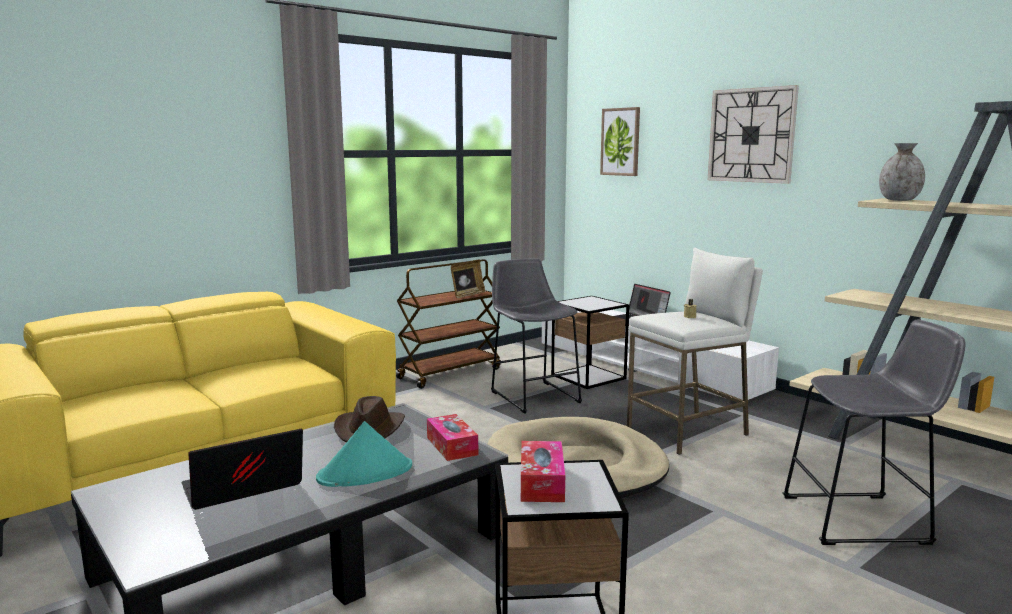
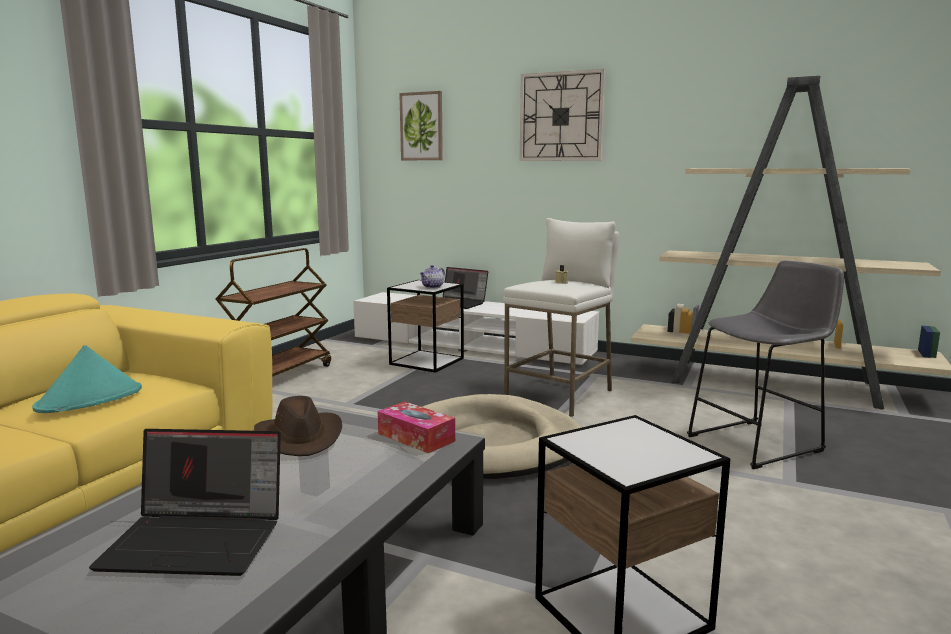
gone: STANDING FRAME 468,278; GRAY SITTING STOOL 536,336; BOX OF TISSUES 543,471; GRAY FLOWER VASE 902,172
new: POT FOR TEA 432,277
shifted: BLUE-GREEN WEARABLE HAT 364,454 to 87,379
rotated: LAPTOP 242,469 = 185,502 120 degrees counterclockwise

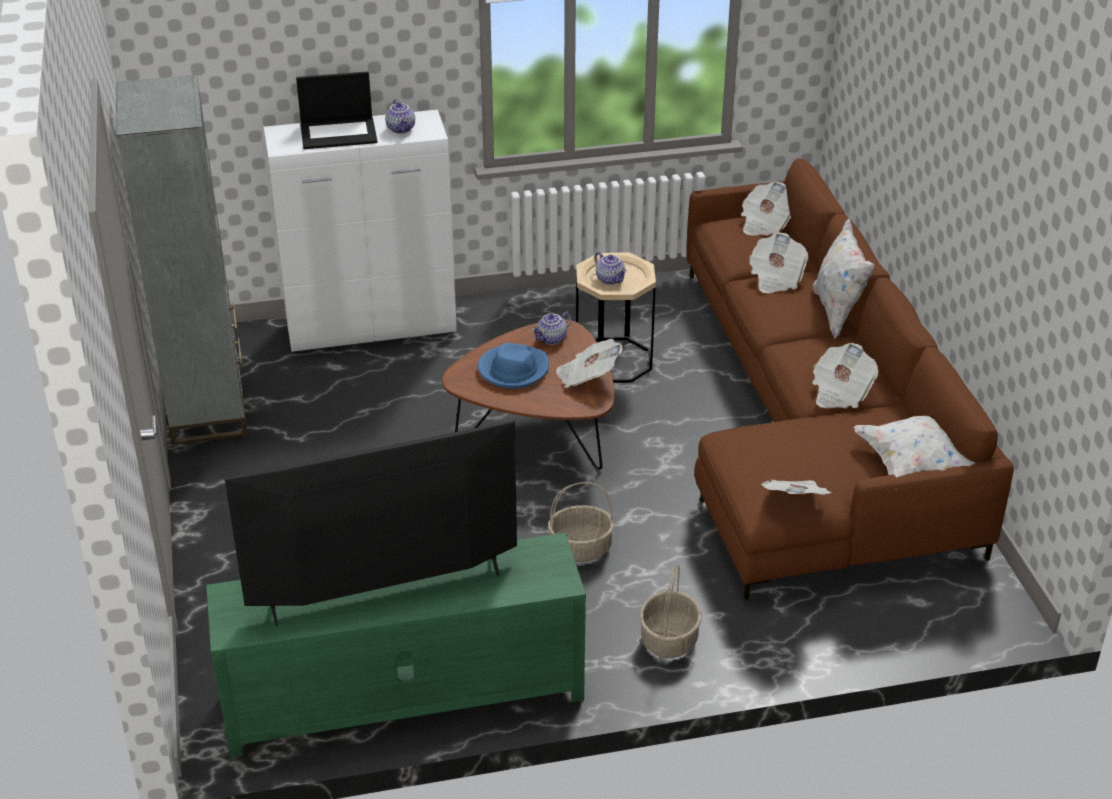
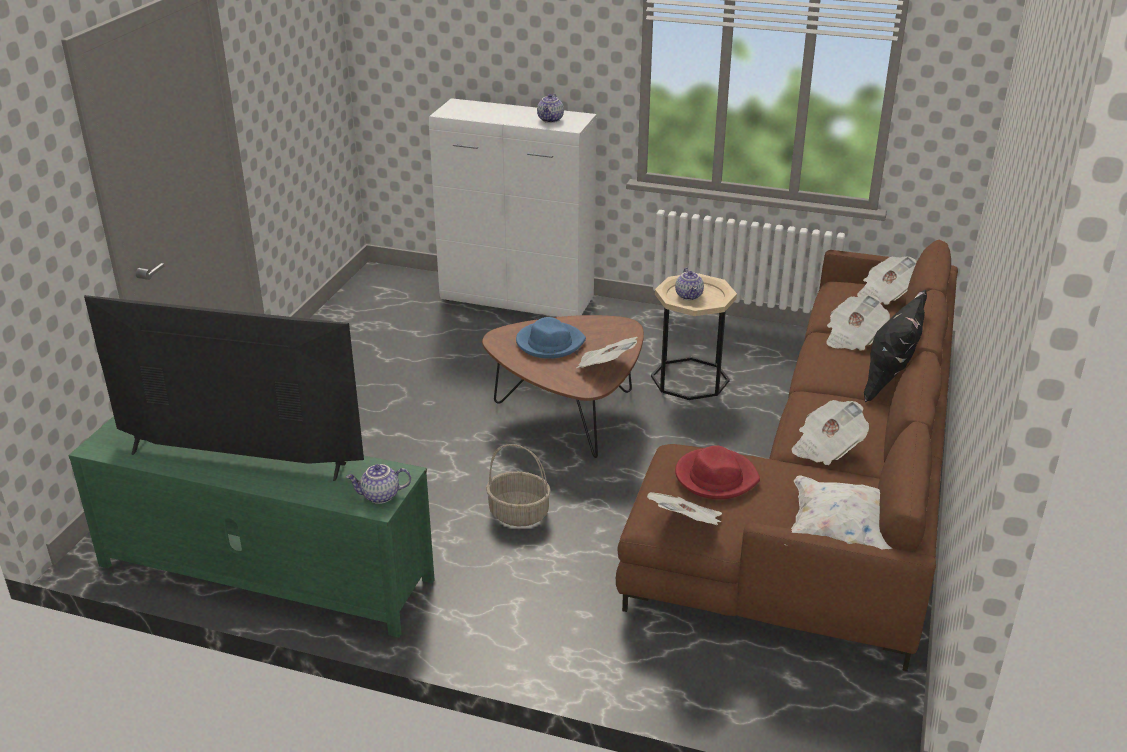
gone: GRAY BOOKSHELF 181,260; LAPTOP 336,110; HOUSEHOLD BASKET 671,611
new: RED WEARABLE HAT 717,473
shifted: POT FOR TEA 552,328 to 378,484
repainted: WHITISH CUSHION 844,278 to BLACK-COLOURED CUSHION 895,346

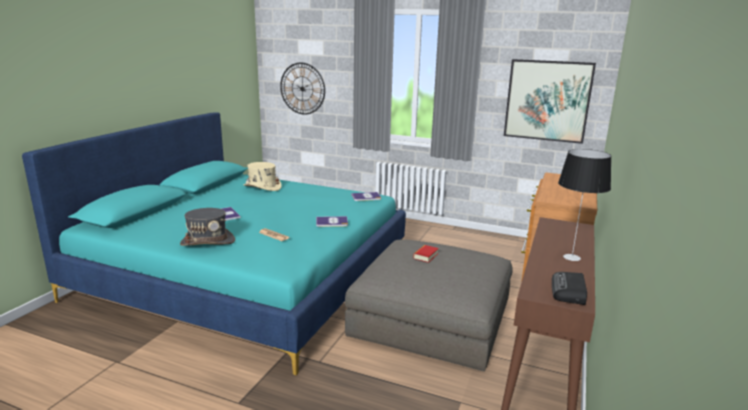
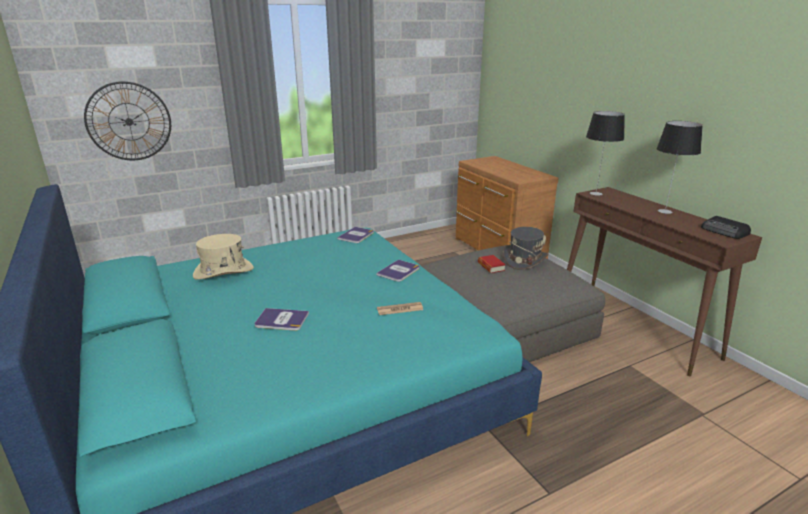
gone: WALL ART 550,101
new: TABLE LAMP 605,153
shifted: GRAY WEARABLE HAT 207,227 to 525,248

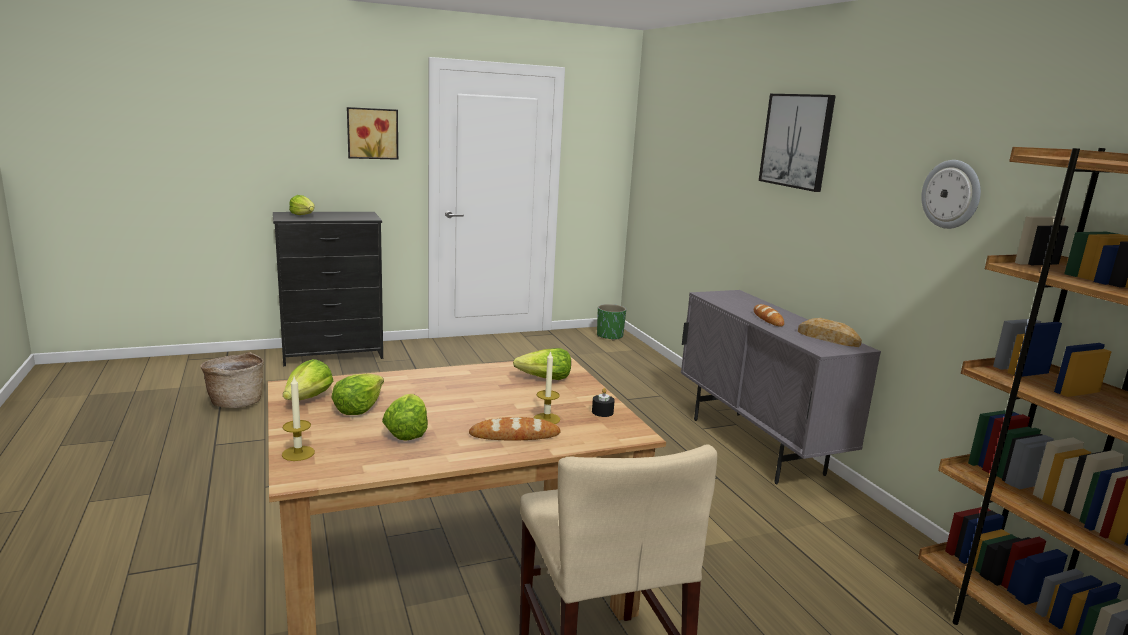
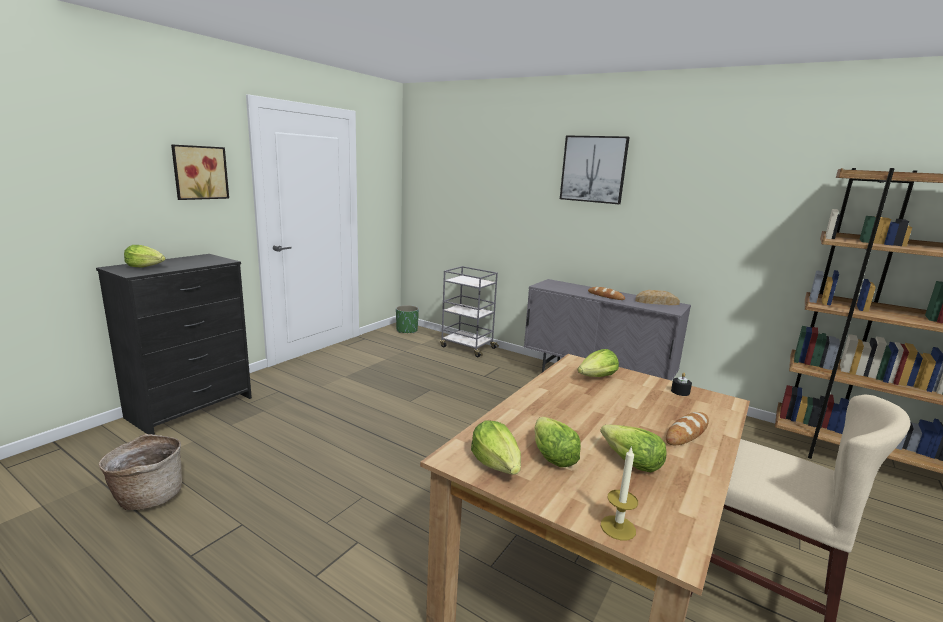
gone: WAX CANDLE 547,387; HANGING CLOCK 951,194
new: GRAY WHEELED CART 469,312

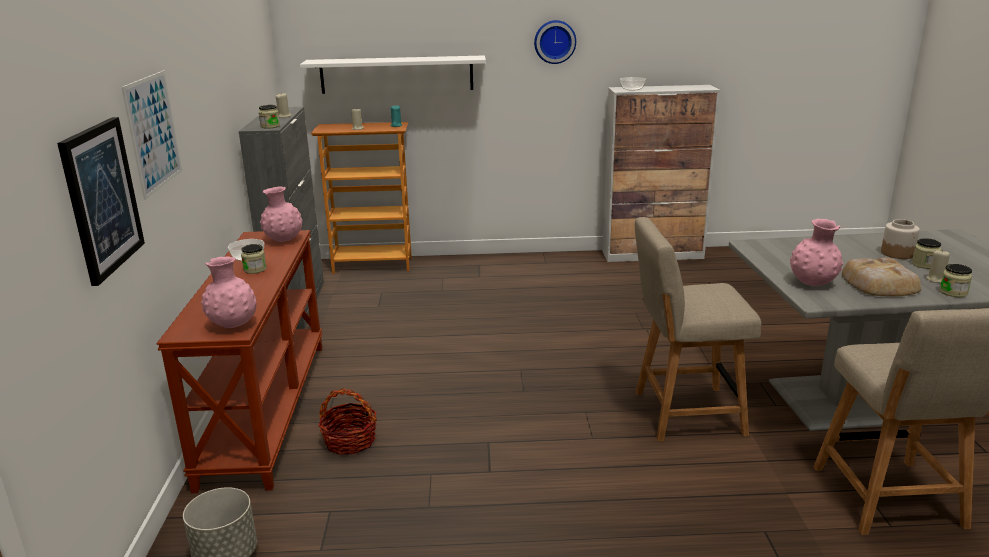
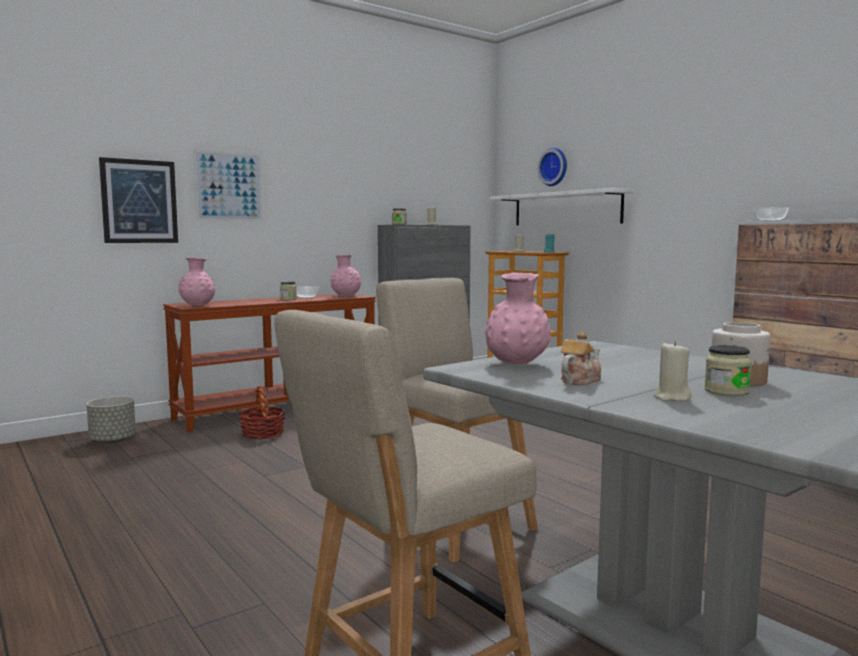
gone: STORAGE JAR 955,280
shifted: HANGING CLOCK 555,42 to 552,166
swapped: BAKERY BREAD 881,277 to POT FOR TEA 581,358

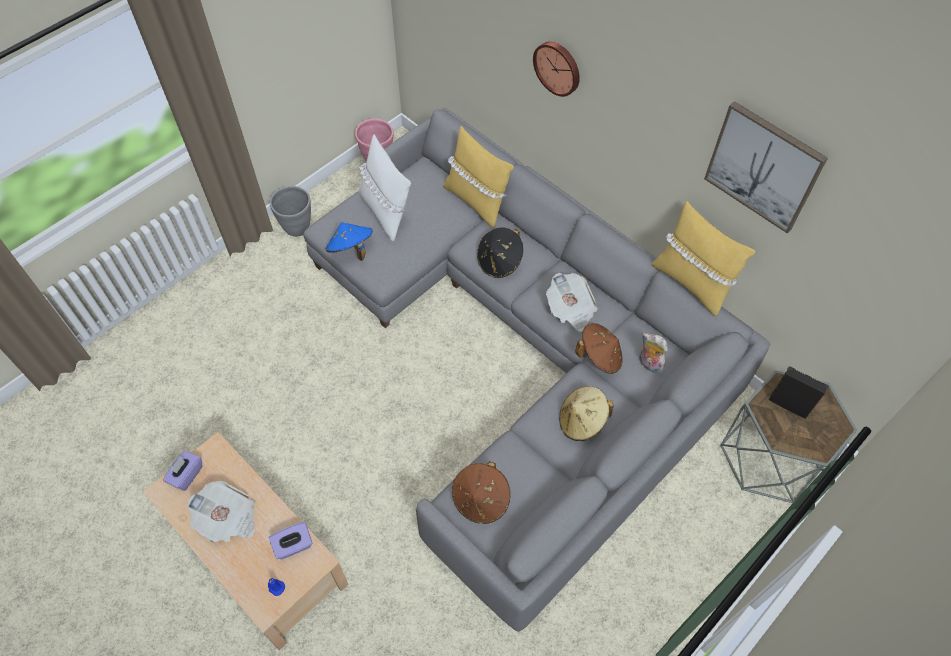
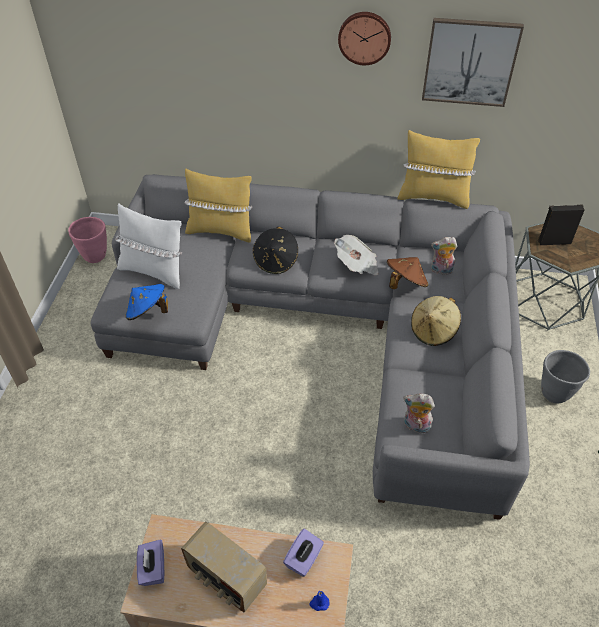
shifted: HANGING CLOCK 556,69 to 364,38; GRAY FLOWER POT 290,211 to 565,376
swapped: DAILY PAPER 221,512 to RADIO RECEIVER 224,567; BROWNISH WEARABLE HAT 481,492 to CUDDLY TOY 419,413

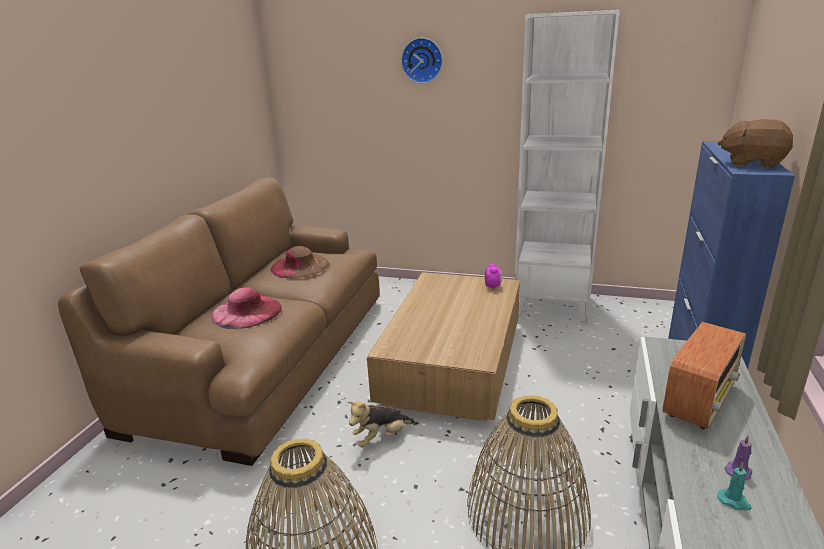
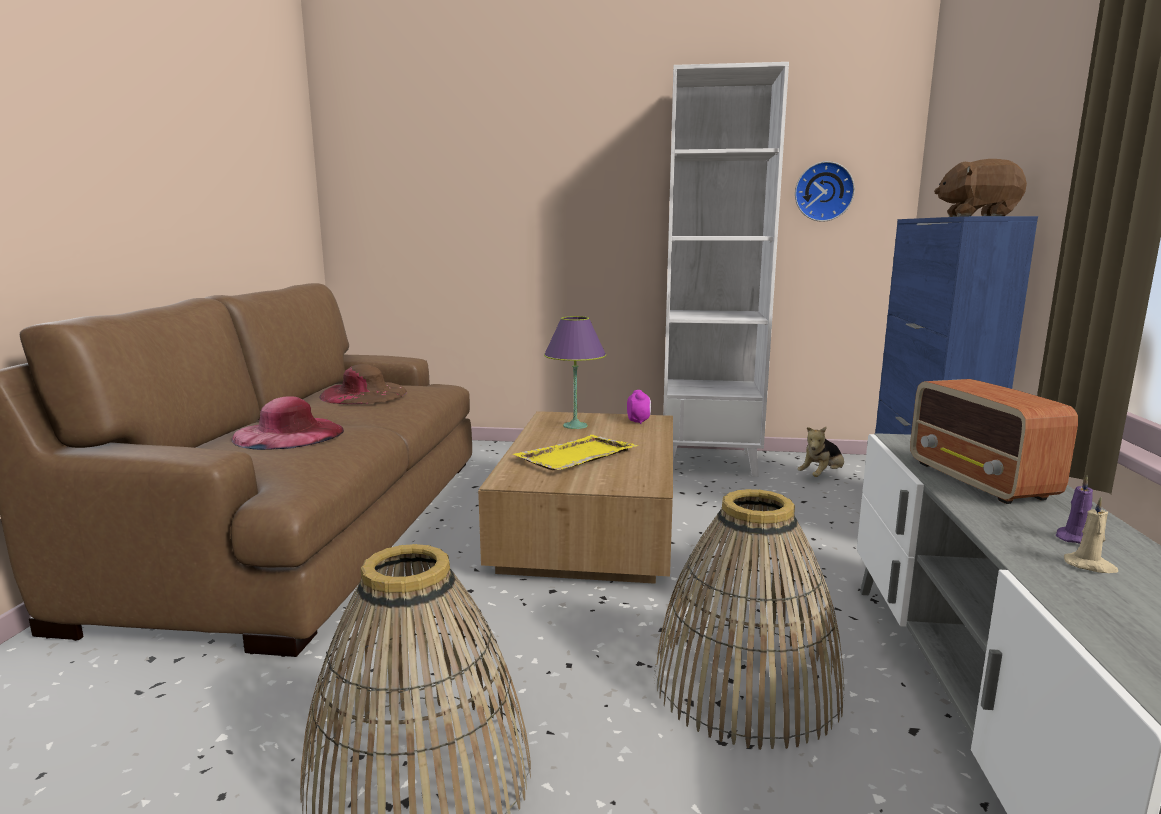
new: YELLOW-COLOURED TRAY 575,452; PURPLISH TABLE LAMP 575,372
shifted: HANGING CLOCK 422,61 to 825,191; CUDDLY TOY 381,424 to 820,451
repainted: BLUE-GREEN WAX CANDLE 734,486 to BEIGE WAX CANDLE 1091,535
rotated: RADIO RECEIVER 704,375 = 994,441 135 degrees clockwise

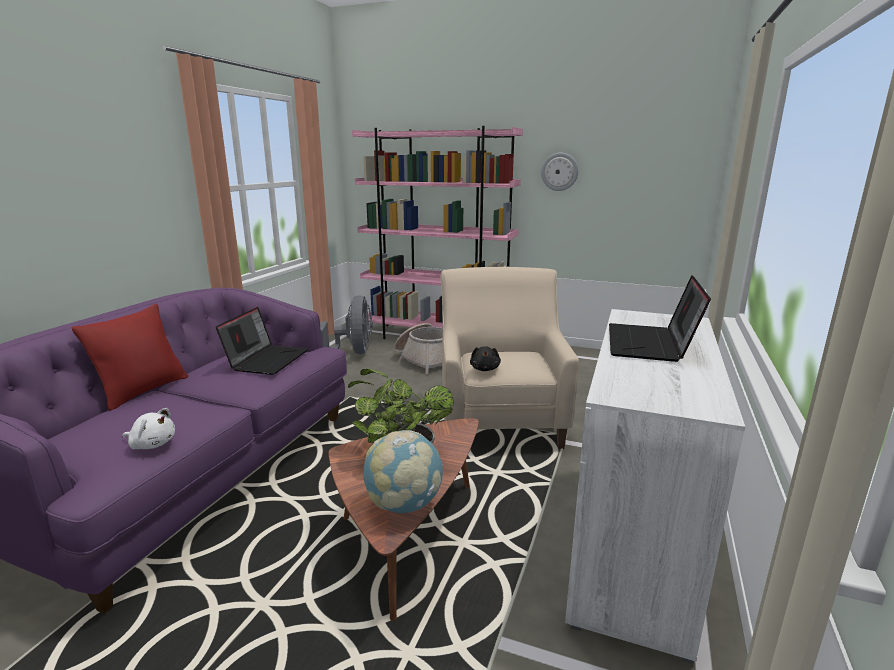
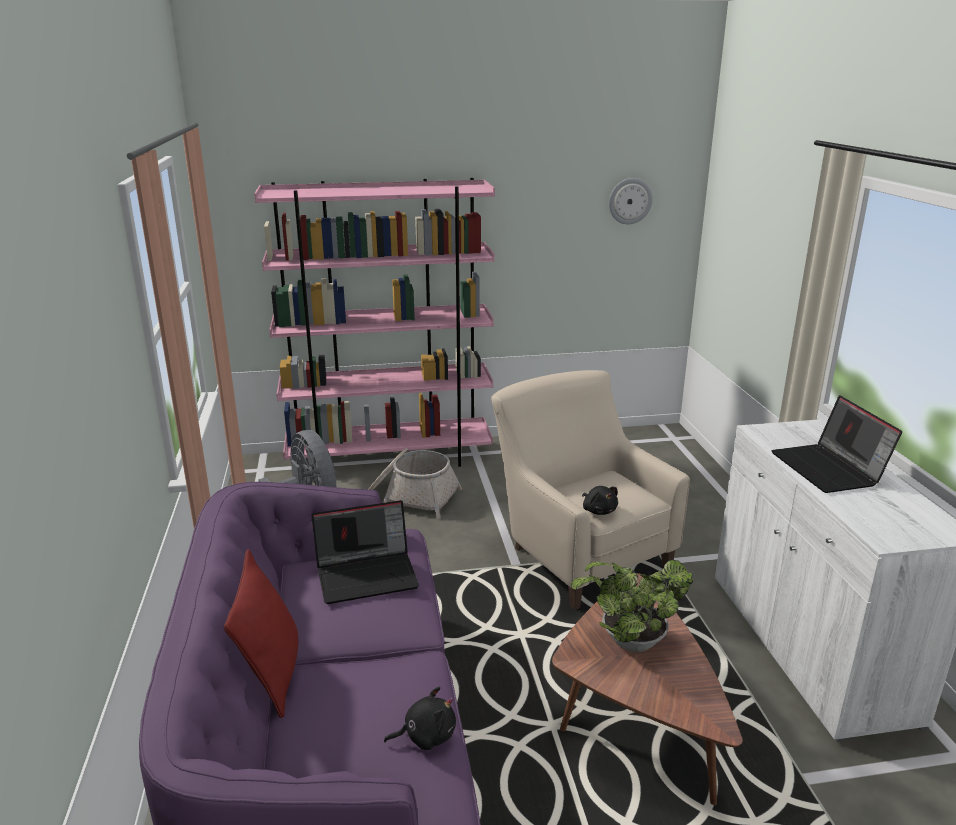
gone: DESK GLOBE 403,471
shifted: HANGING CLOCK 559,172 to 631,201
repainted: WHITISH CUDDLY TOY 148,428 to BLACK-COLOURED CUDDLY TOY 420,718
rotated: LAPTOP 262,341 = 365,552 90 degrees clockwise

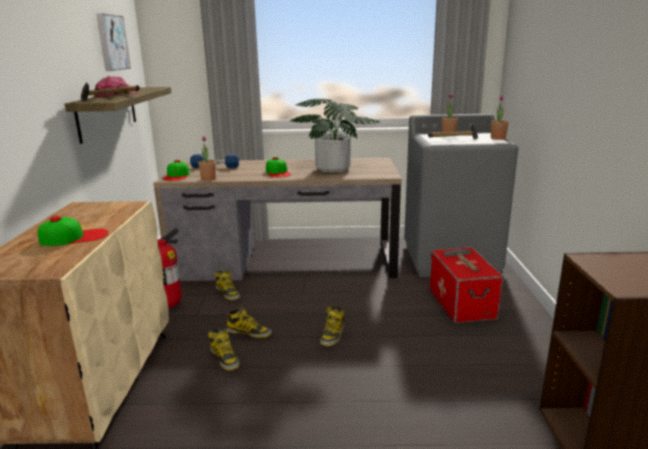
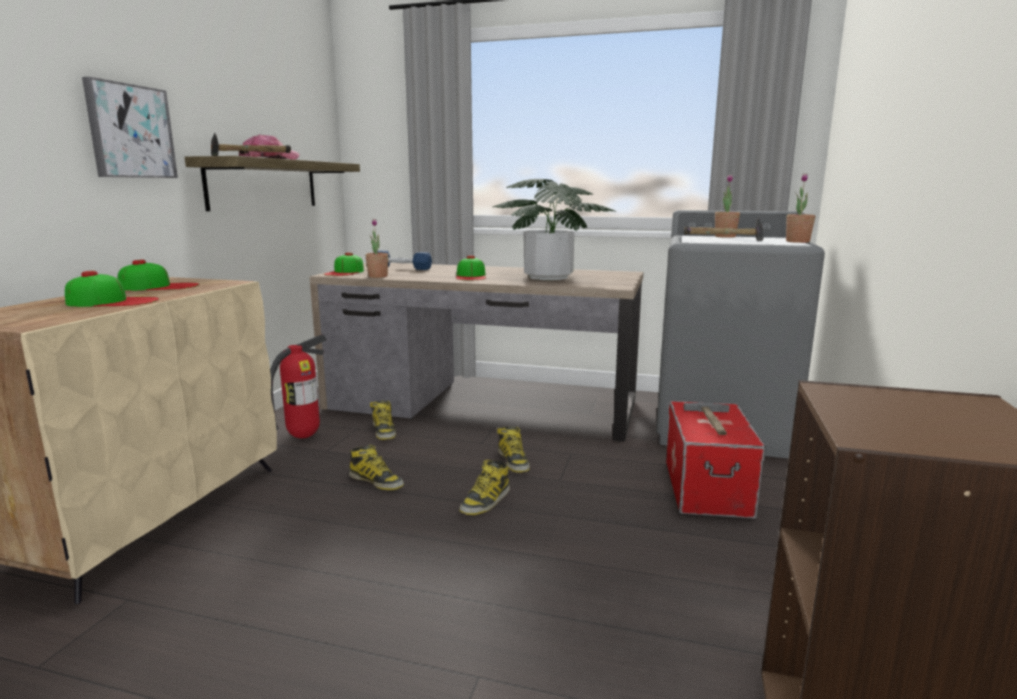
new: CAP 158,275
shifted: WALL ART 113,42 to 130,127; HIGH-TOP BOOT 223,350 to 513,450

